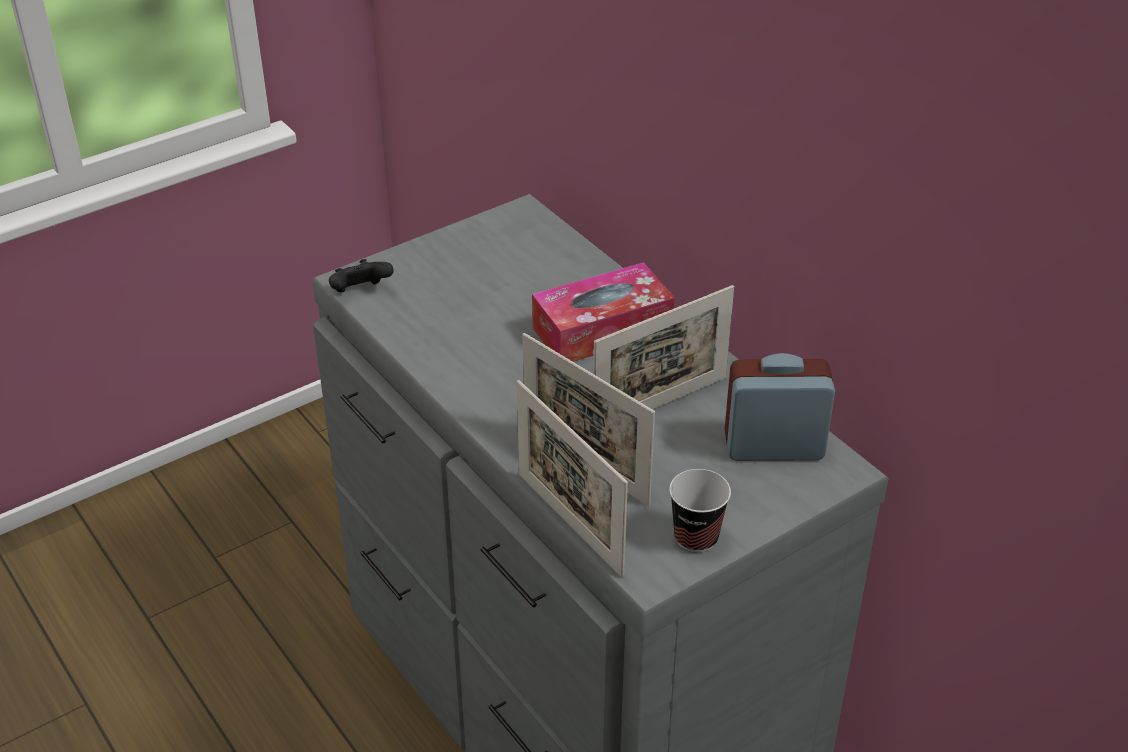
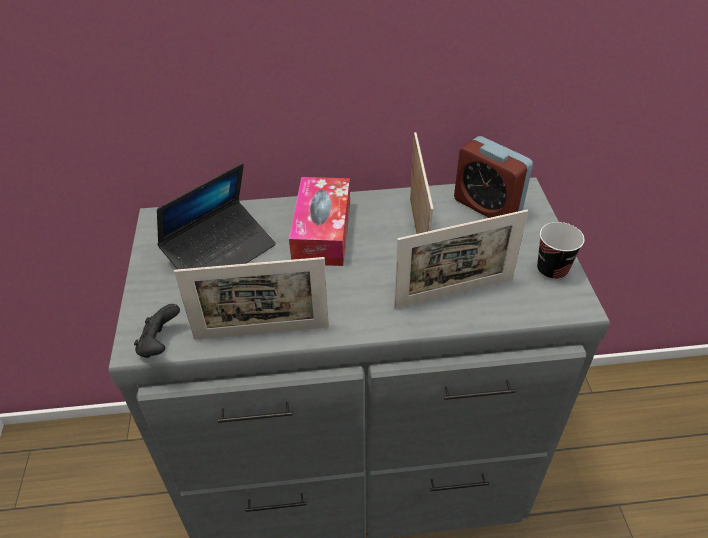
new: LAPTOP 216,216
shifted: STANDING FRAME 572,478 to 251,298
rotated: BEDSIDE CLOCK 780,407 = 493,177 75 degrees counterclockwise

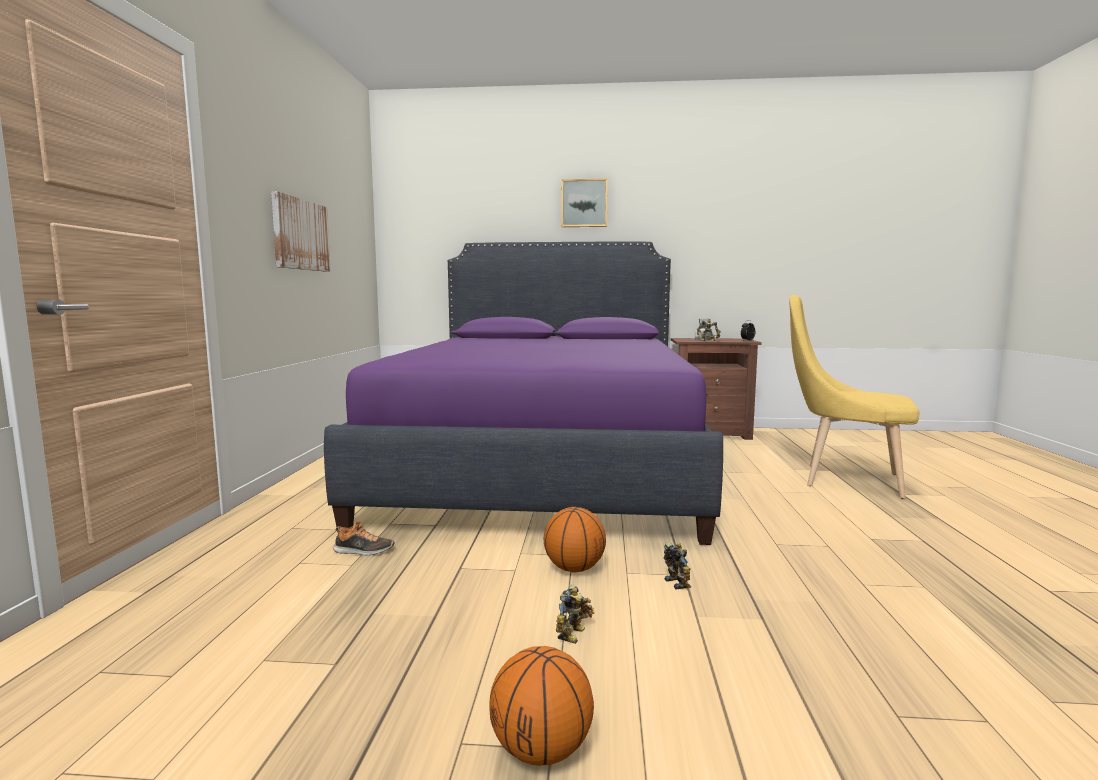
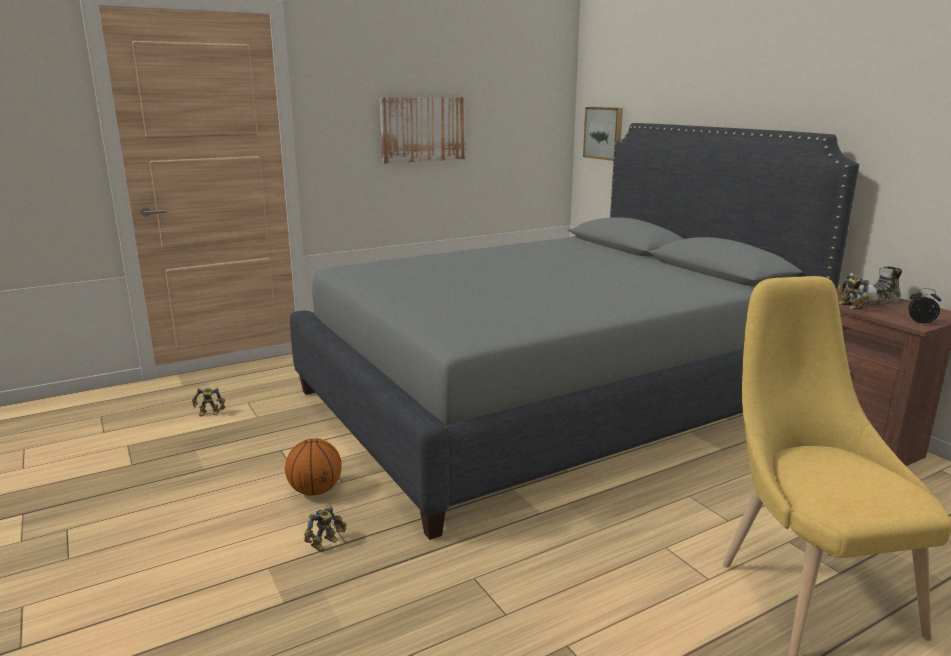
gone: LOW SHOE 363,538; BASKETBALL 541,706
shifted: ROBOT FIGURE 575,614 to 208,402; WALL ART 584,203 to 603,134
repainted: PURPLISH BEDROOM BED 523,393 to GRAY BEDROOM BED 574,331

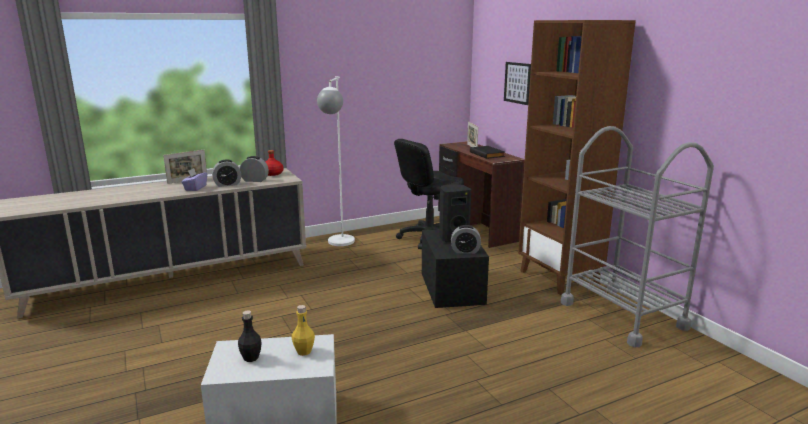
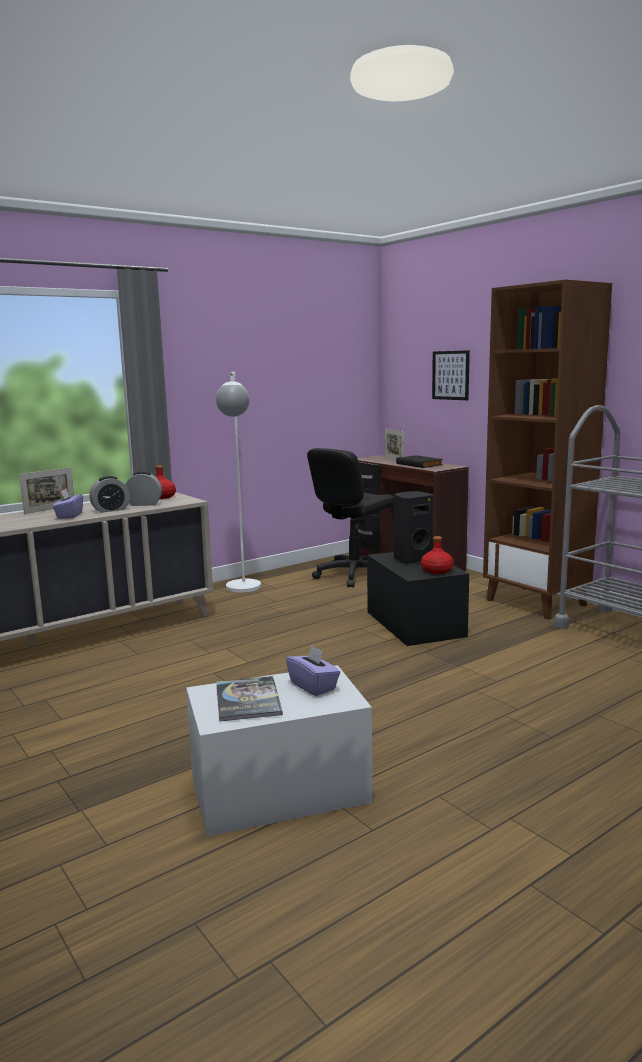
swapped: BLACK-COLOURED BOTTLE 250,336 to VOLUME 249,699; YELLOW-COLOURED BOTTLE 303,330 to PURPLISH BOX OF TISSUES 313,670; BEDSIDE CLOCK 466,239 to RED BOTTLE 437,555

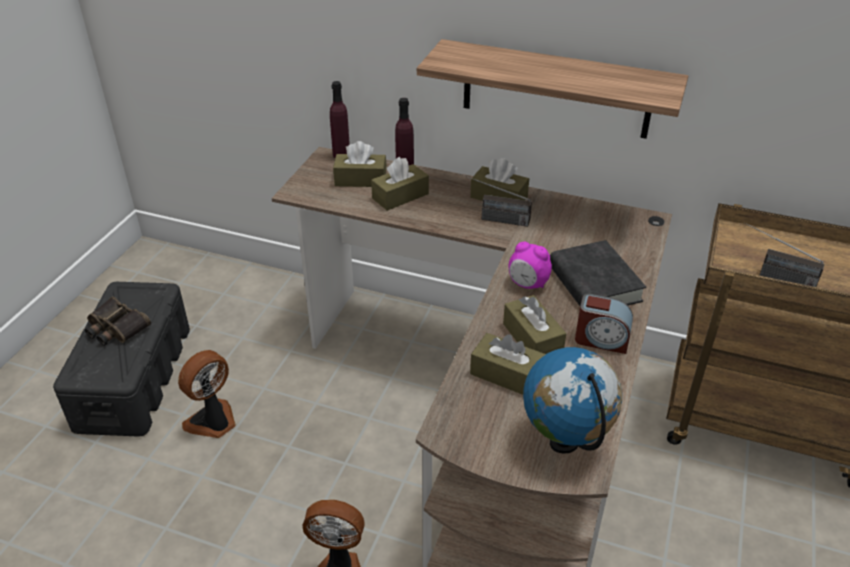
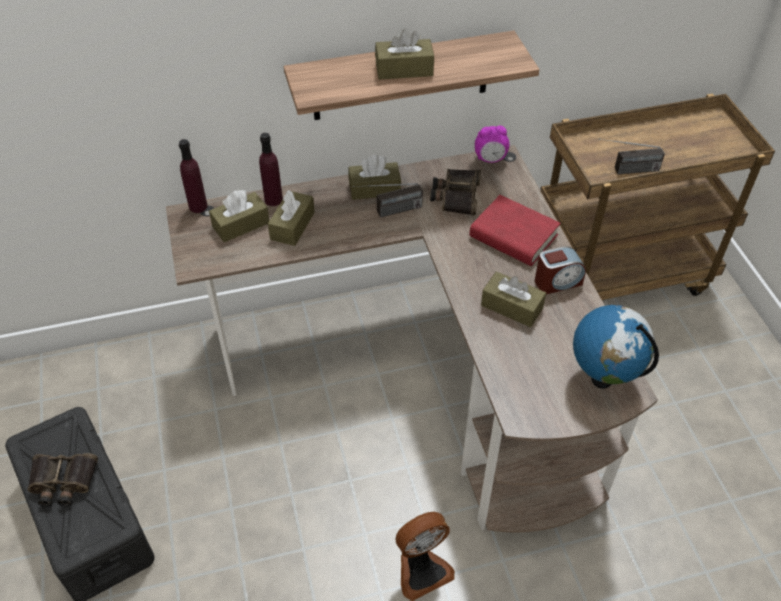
gone: COOLING FAN 207,394
new: BINOCULARS 455,192
shifted: BROWNISH BOX OF TISSUES 508,364 to 404,54; BEDSIDE CLOCK 530,265 to 492,144
repainted: BLACK-COLOURED VOLUME 598,273 to RED VOLUME 515,230

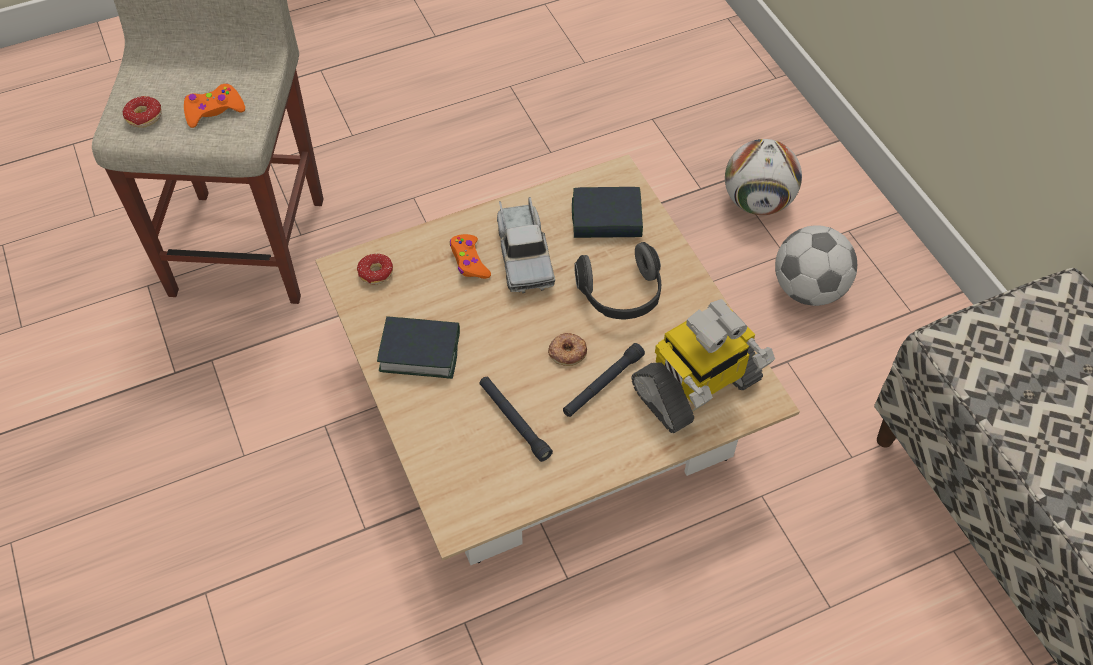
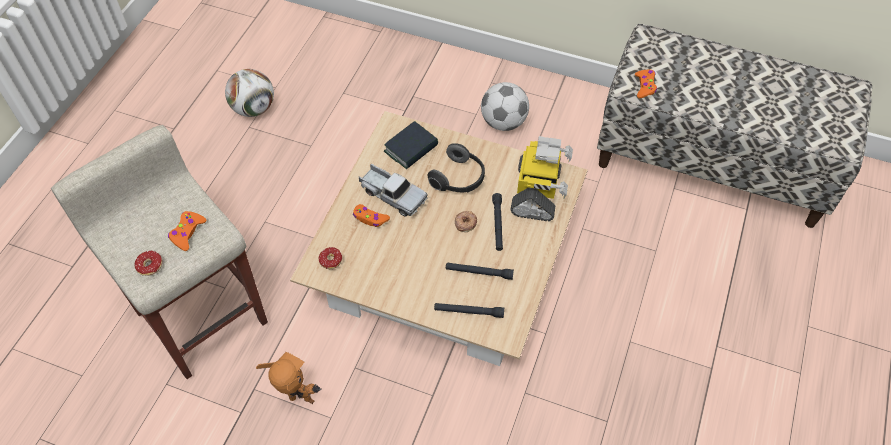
gone: VOLUME 418,347
new: ROBOT FIGURE 289,378; BLACK-COLOURED FLASHLIGHT 469,310; ORANGEY GAME CONTROLLER 646,84
shifted: BALL FOR FOOTBALL 763,177 to 249,93

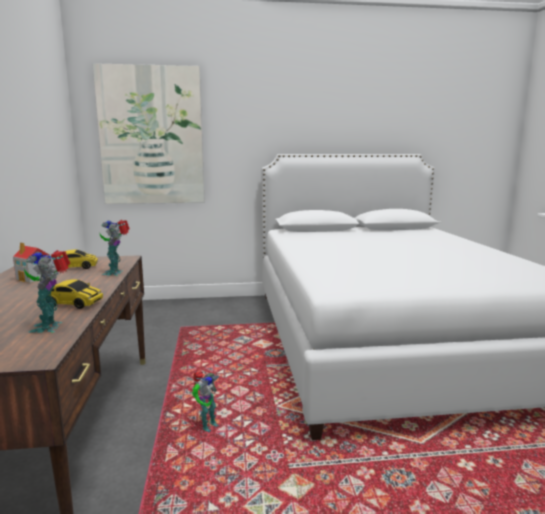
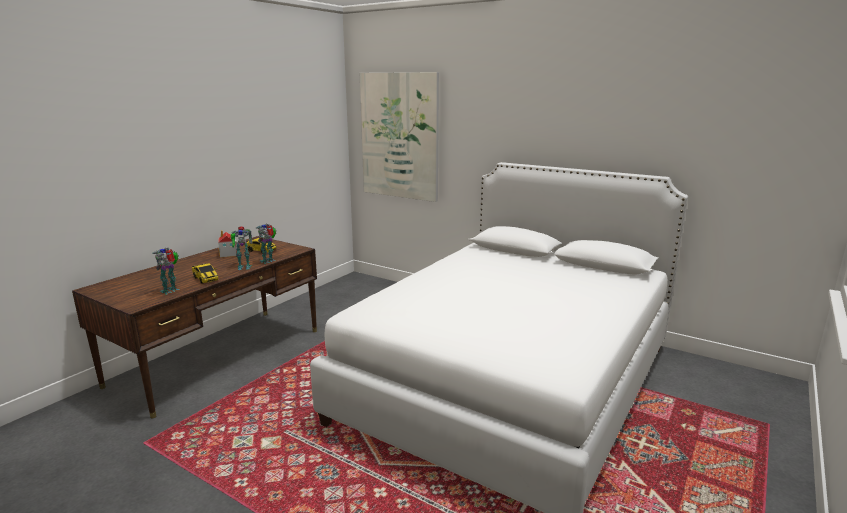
shifted: ROBOT FIGURE 205,402 to 241,248

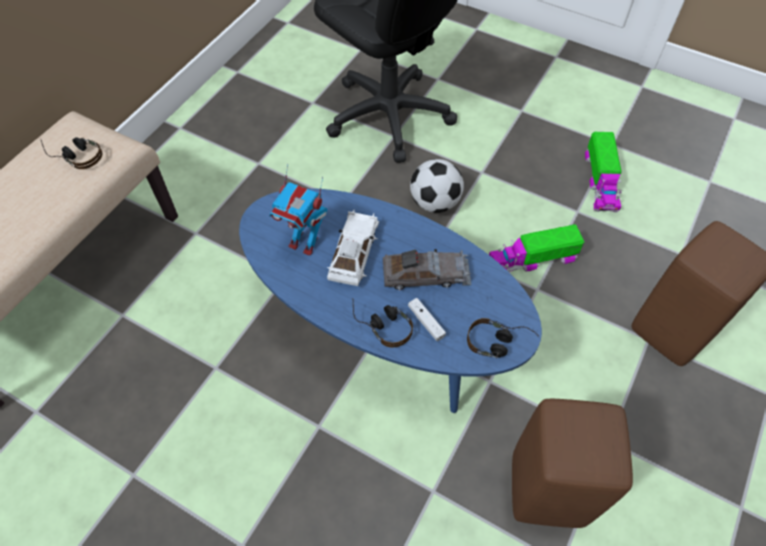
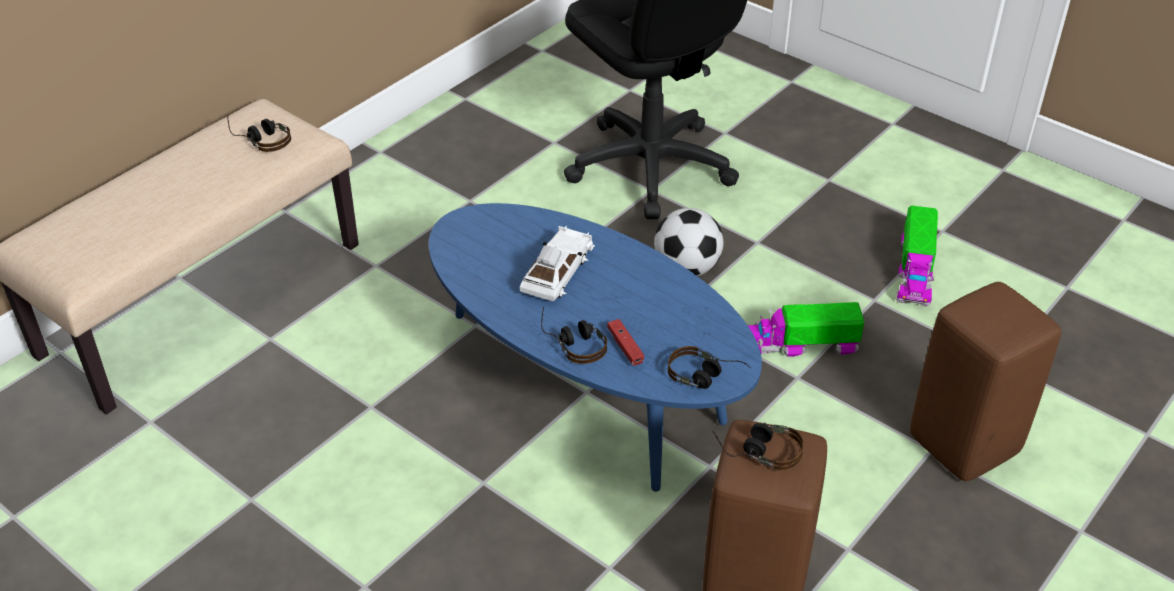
gone: ROBOT FIGURE 298,210; GRAY MODEL CAR 427,270
new: HEADSET 758,447
repainted: WHITISH GAME CONTROLLER 427,319 to RED GAME CONTROLLER 625,342

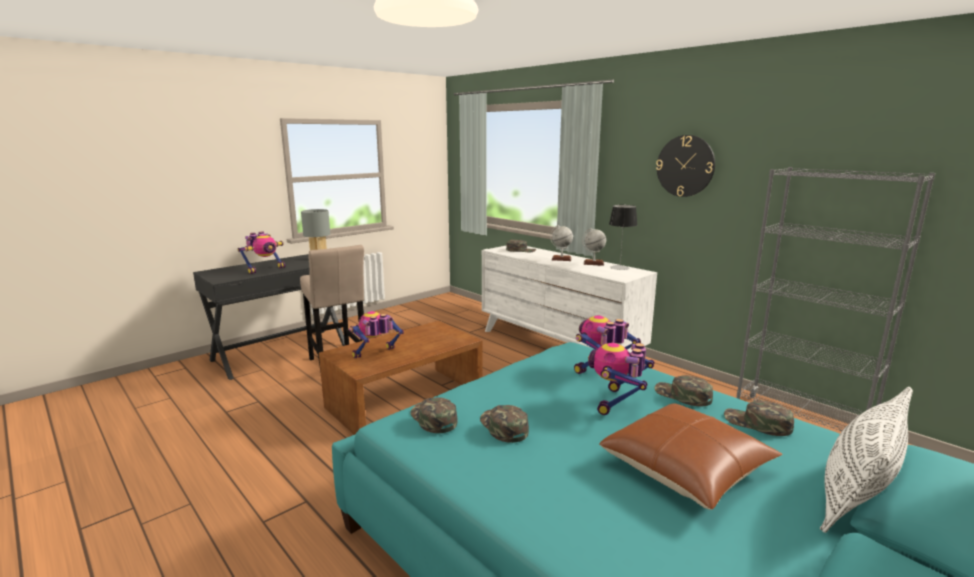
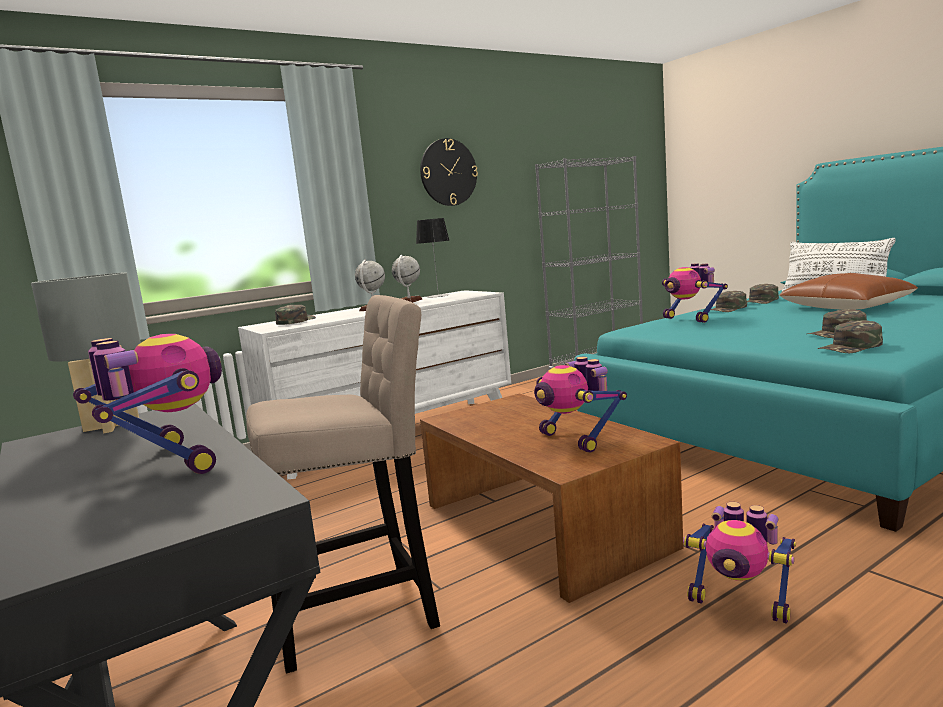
shifted: ROBOT FIGURE 621,379 to 739,563

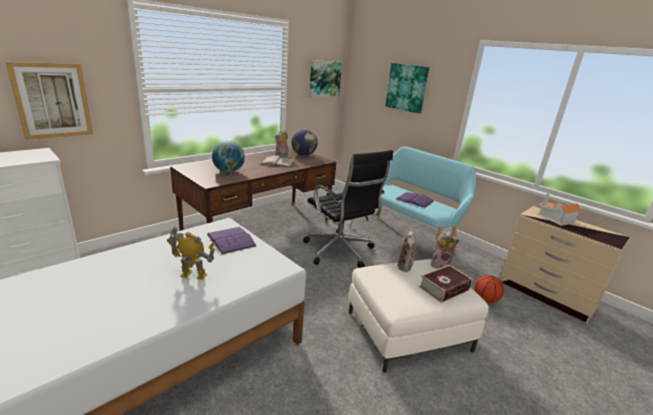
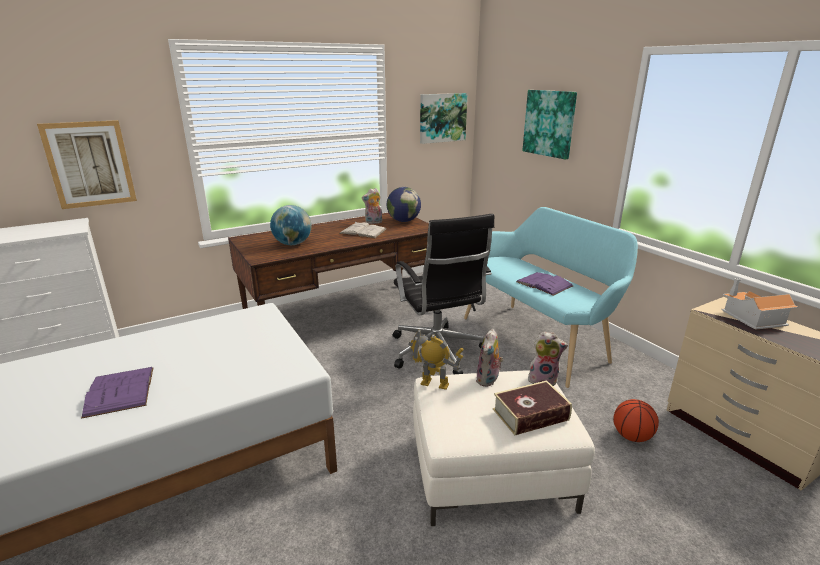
shifted: PURPLISH VOLUME 231,240 to 117,393; ROBOT FIGURE 191,253 to 436,359

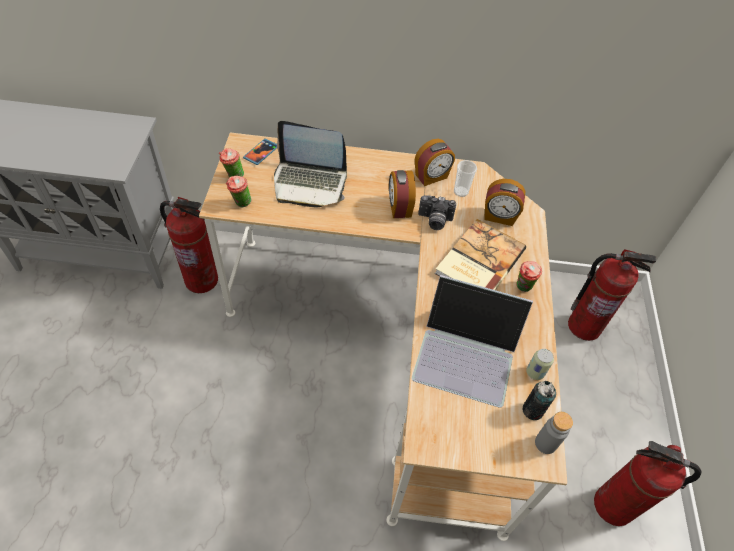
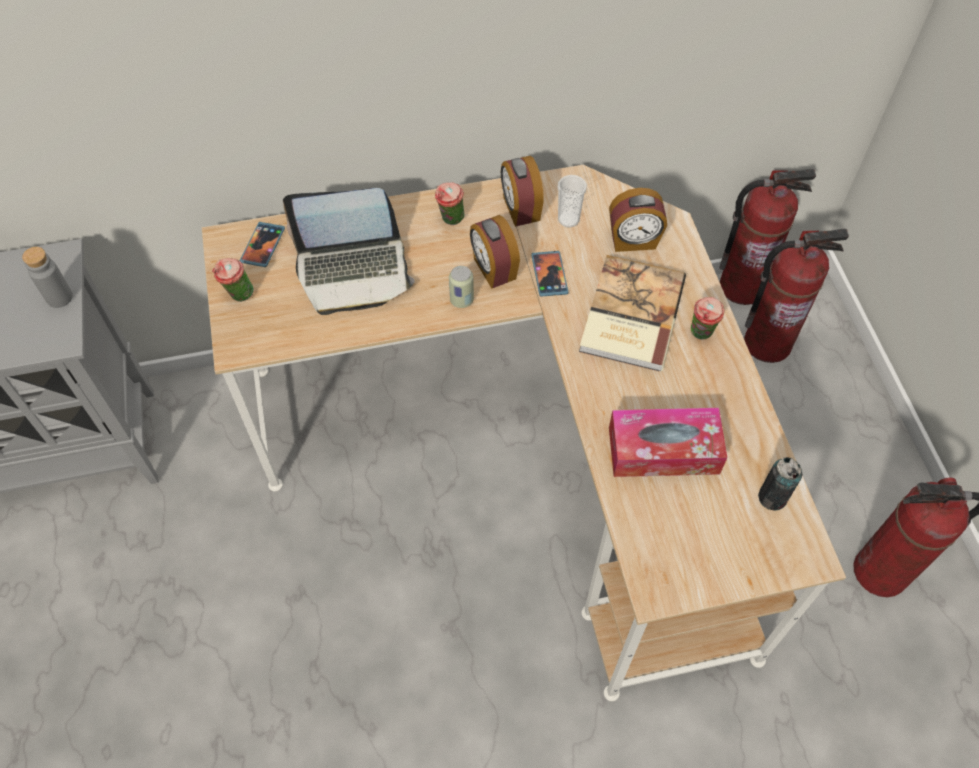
shifted: GRAY BOTTLE 554,433 to 47,277; DRINKING CUP 238,191 to 450,203; CAN 540,364 to 461,287; FIRE EXTINGUISHER 189,245 to 767,237
swapped: PHOTO CAMERA 437,212 to TELEPHONE 550,274; LAPTOP 472,341 to BOX OF TISSUES 668,442
rotated: BEDSIDE CLOCK 435,162 = 522,191 120 degrees clockwise

